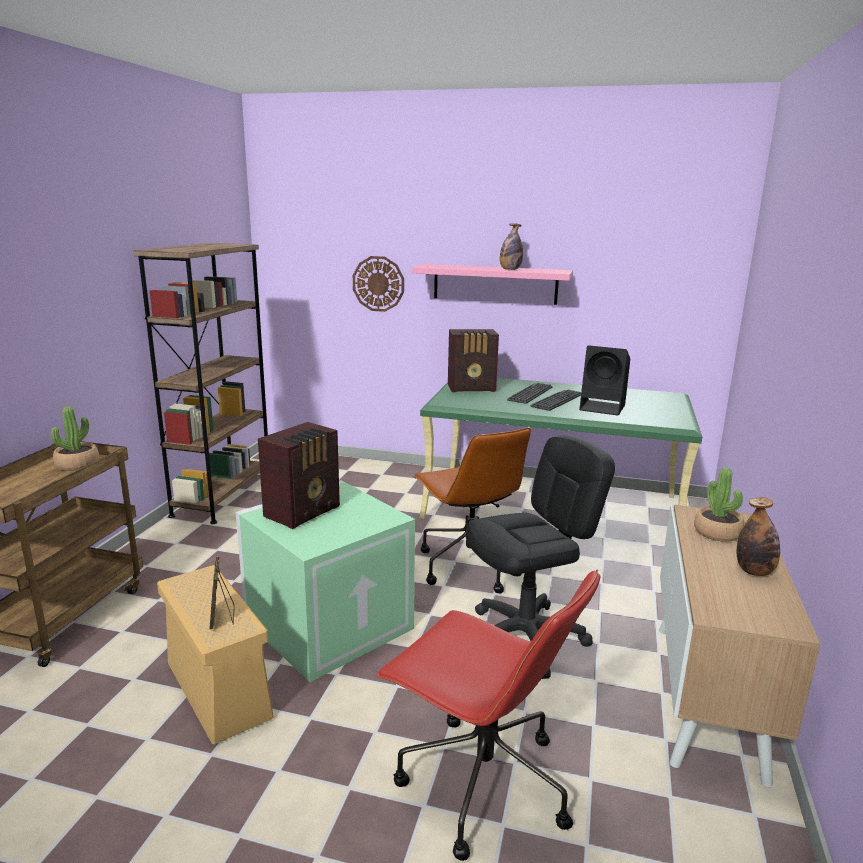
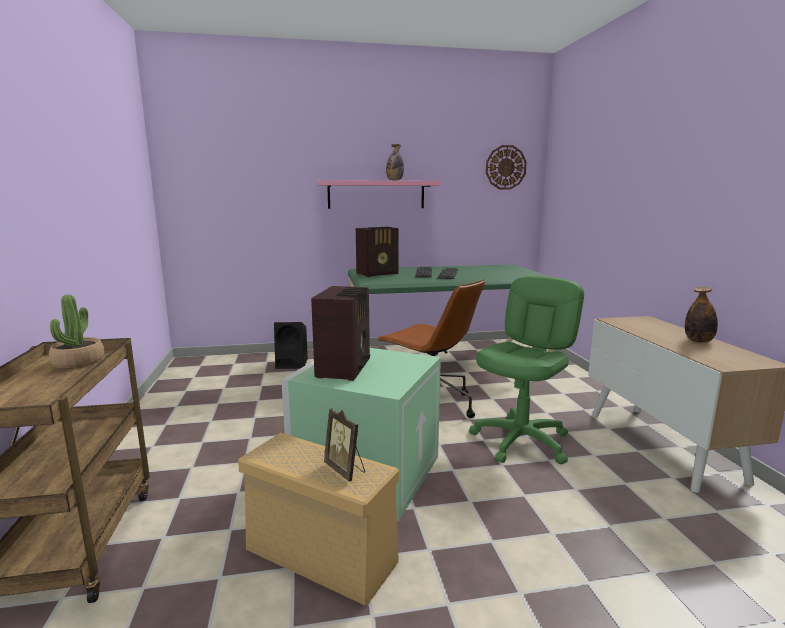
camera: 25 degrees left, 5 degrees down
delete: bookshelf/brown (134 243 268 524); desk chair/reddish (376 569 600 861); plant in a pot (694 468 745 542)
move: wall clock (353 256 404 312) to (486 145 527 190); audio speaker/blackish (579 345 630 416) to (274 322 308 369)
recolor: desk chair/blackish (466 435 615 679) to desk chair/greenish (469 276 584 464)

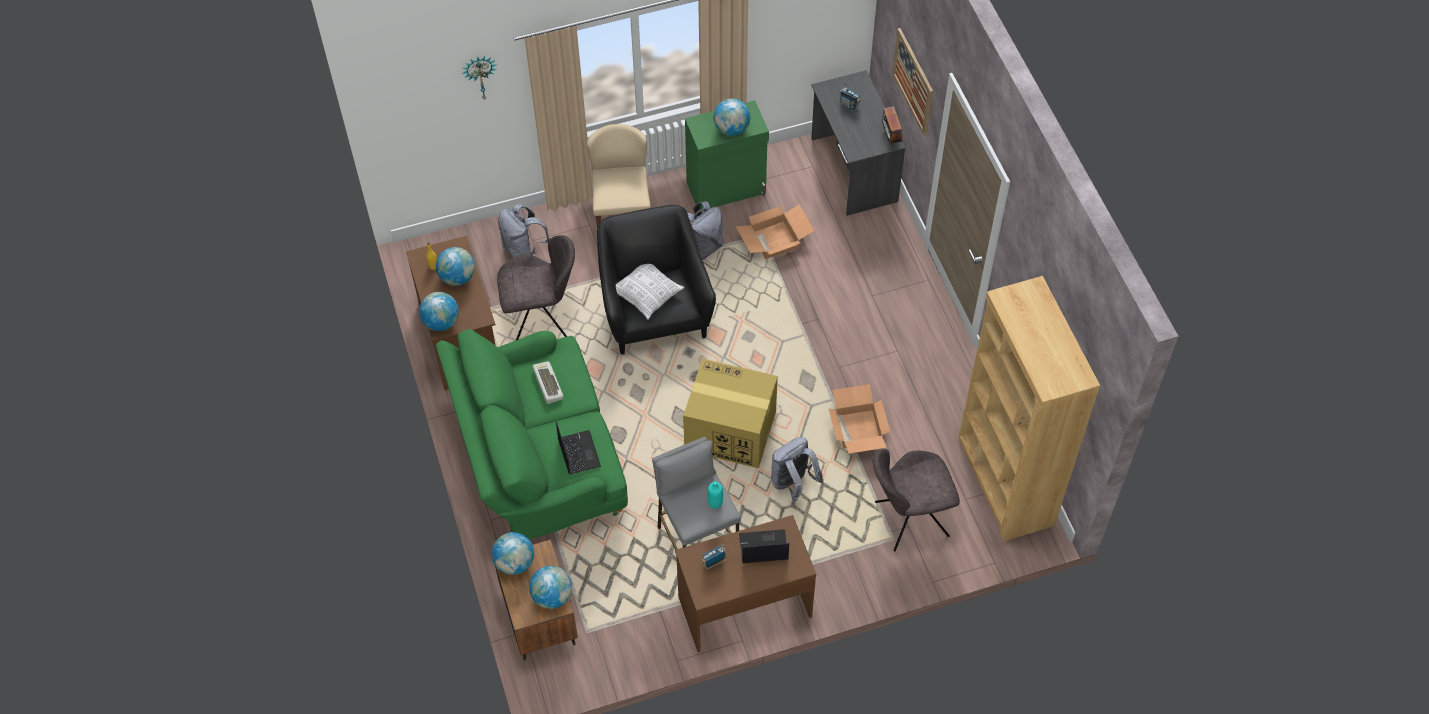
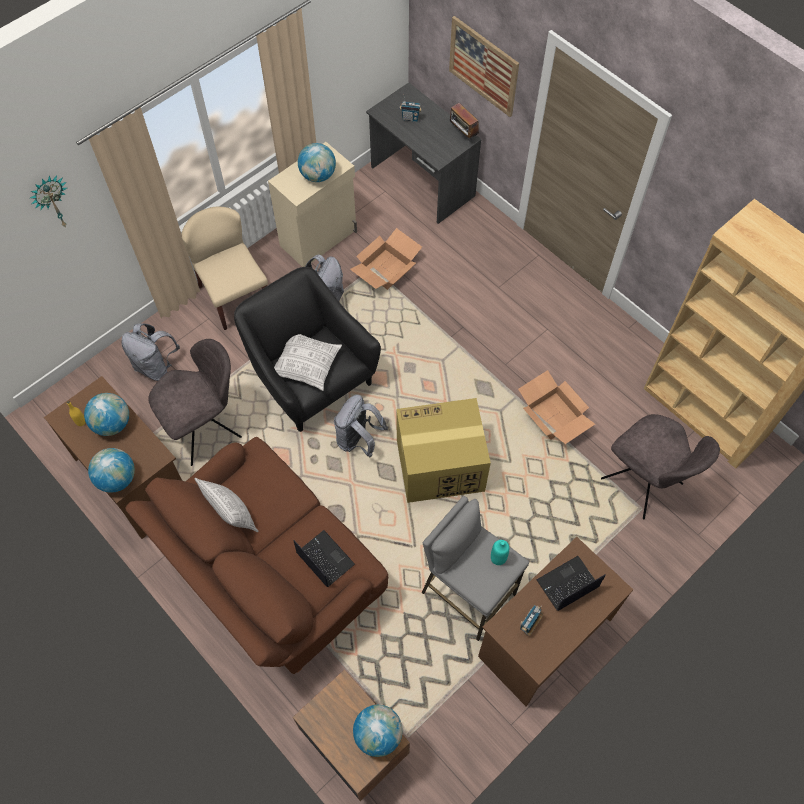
camera: 25 degrees left, 5 degrees up
delete: desk globe (492 532 534 575); PC keyboard (533 361 564 404)
insert: cushion (195 478 258 532)
move: rucksack/grey (771 437 824 501) to (334 395 388 458)
recolor: couch/greenish (436 329 628 539) to couch/brown (125 437 388 674); cabinet/greenish (685 100 769 211) to cabinet/beige (268 142 357 267)
rotate: chair/grey (873 449 960 551) = (601 414 720 519) 90 degrees counterclockwise

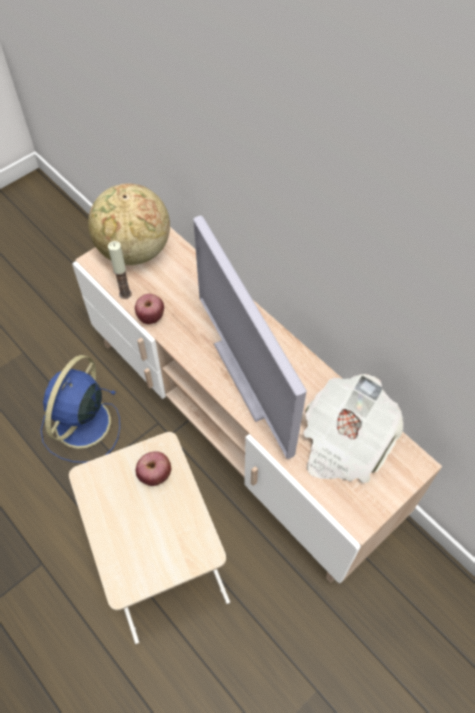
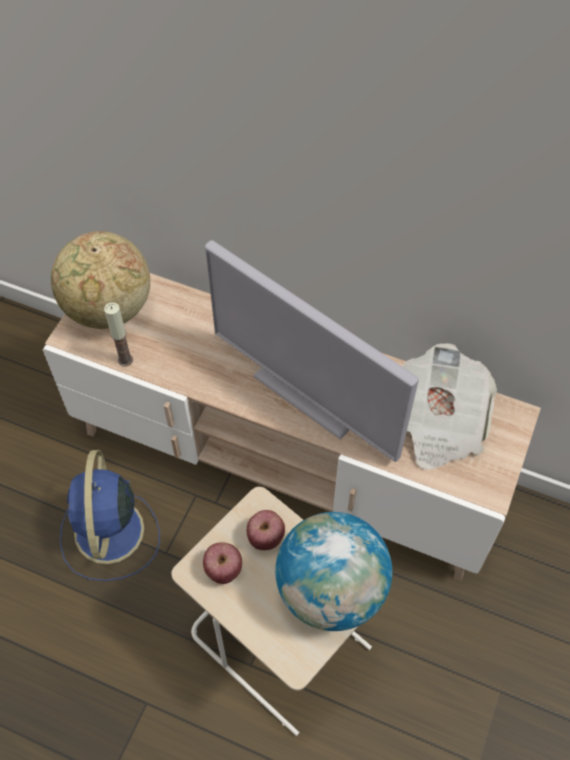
camera: 25 degrees left, 0 degrees up
insert: desk globe (275 512 392 631)
move: apple (135 294 164 324) to (203 542 242 584)

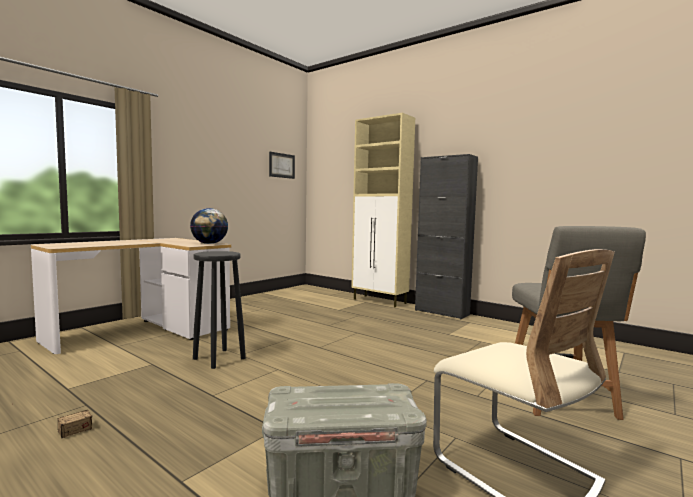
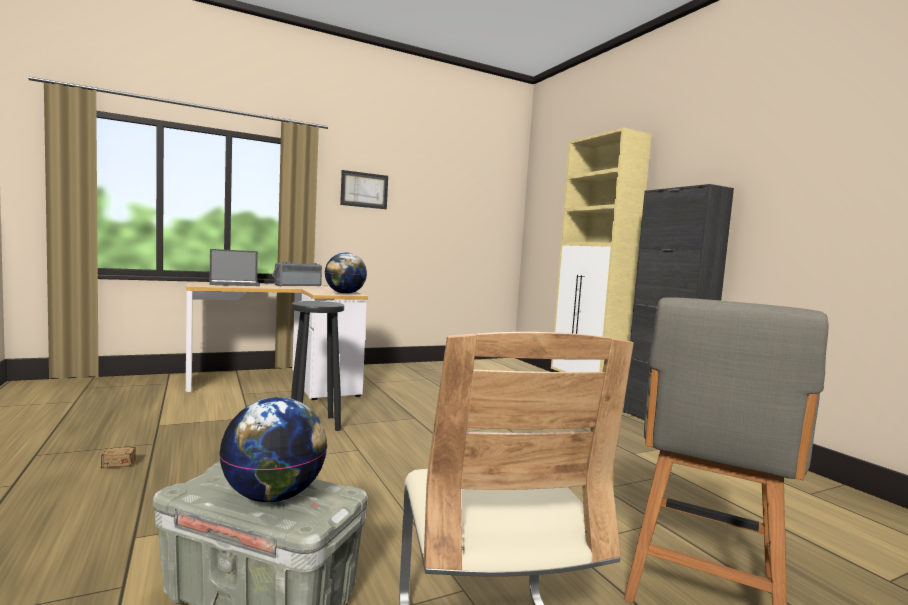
camera: 25 degrees right, 0 degrees up
insert: notebook computer (209 249 260 286); desk globe (219 397 327 502); radio receiver (272 261 322 286)
move: picture (269 152 295 179) to (340 170 388 209)

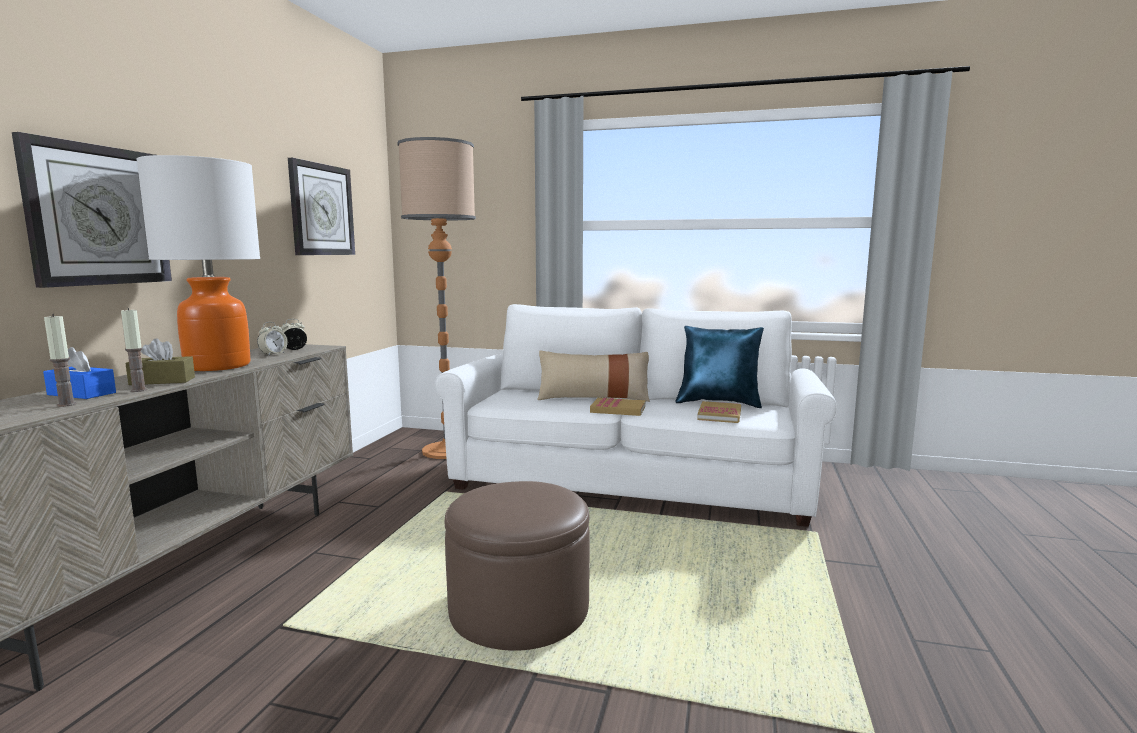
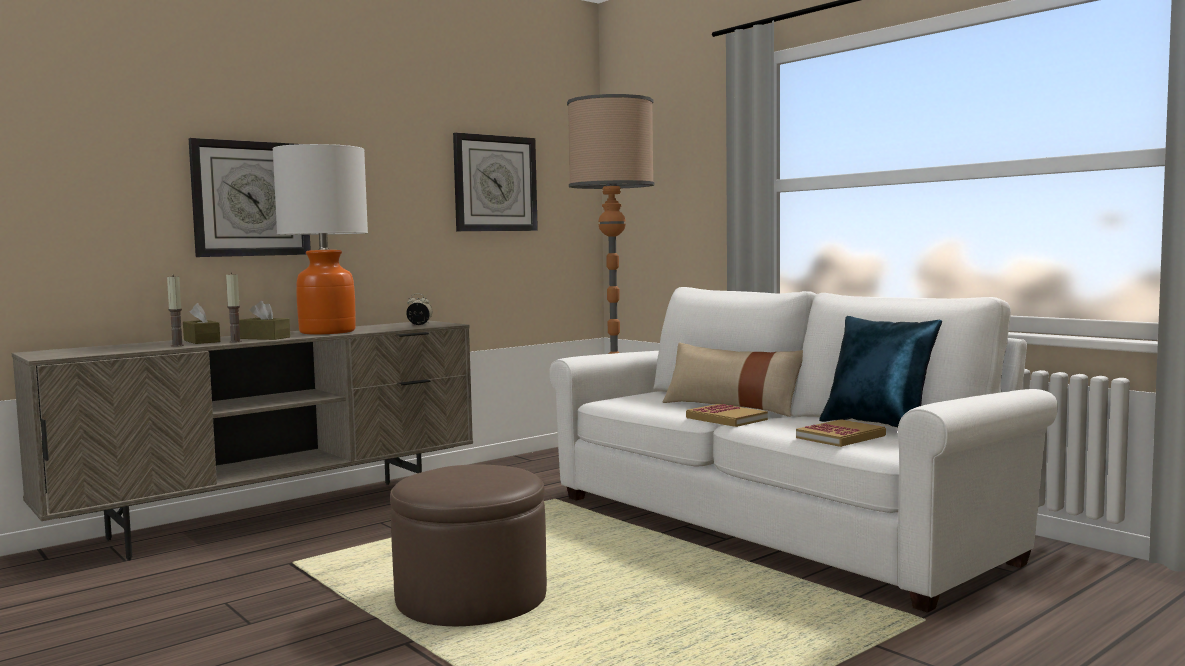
camera: 35 degrees right, 5 degrees down
delete: alarm clock (257 322 288 356)
recolor: box of tissues/blue-coloured (43 347 116 399) to box of tissues/brown (183 303 220 344)

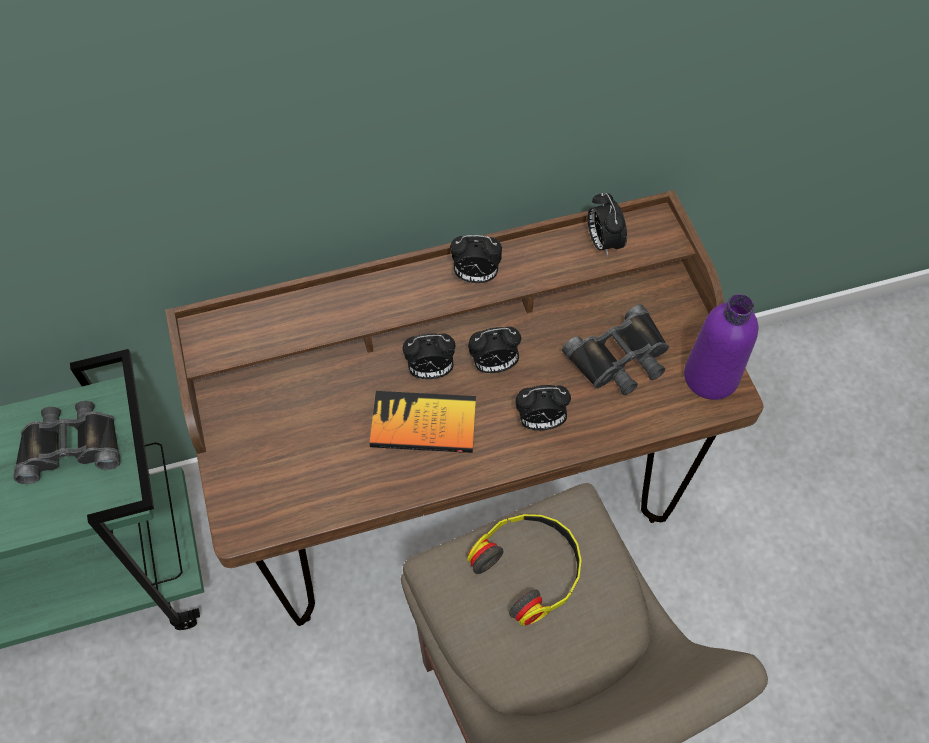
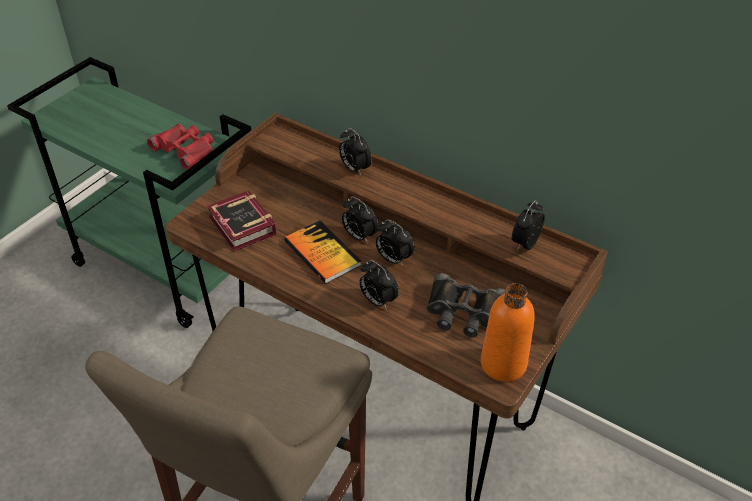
camera: 50 degrees right, 15 degrees down
delete: headset (467 514 581 626)
insert: volume (207 190 277 252)
move: alarm clock (450 235 502 283) to (339 128 372 176)
recolor: binoculars/blackish (14 401 120 484) to binoculars/reddish (147 124 214 170); drink bottle/purple-coloured (684 294 758 400) to drink bottle/orange-coloured (481 283 535 382)

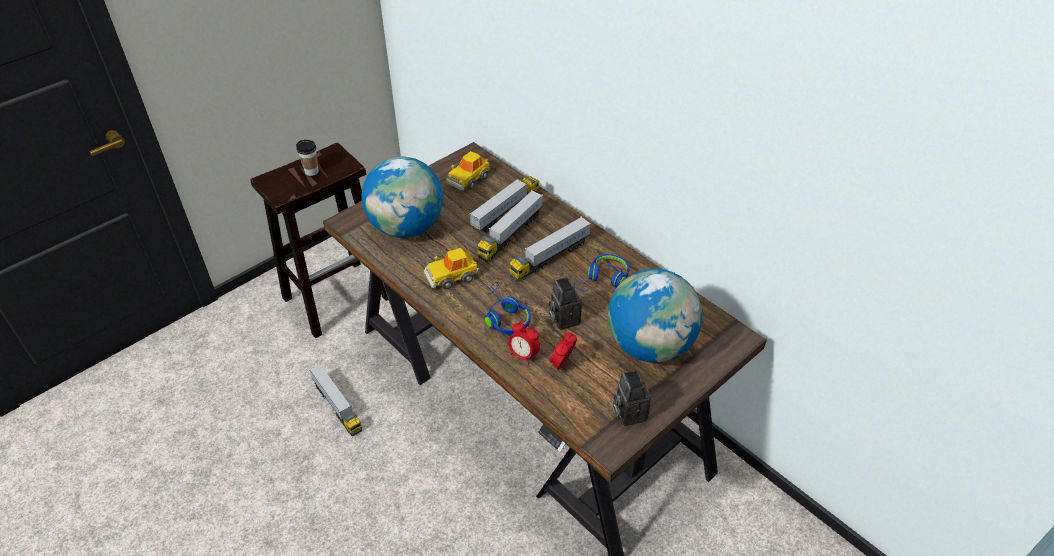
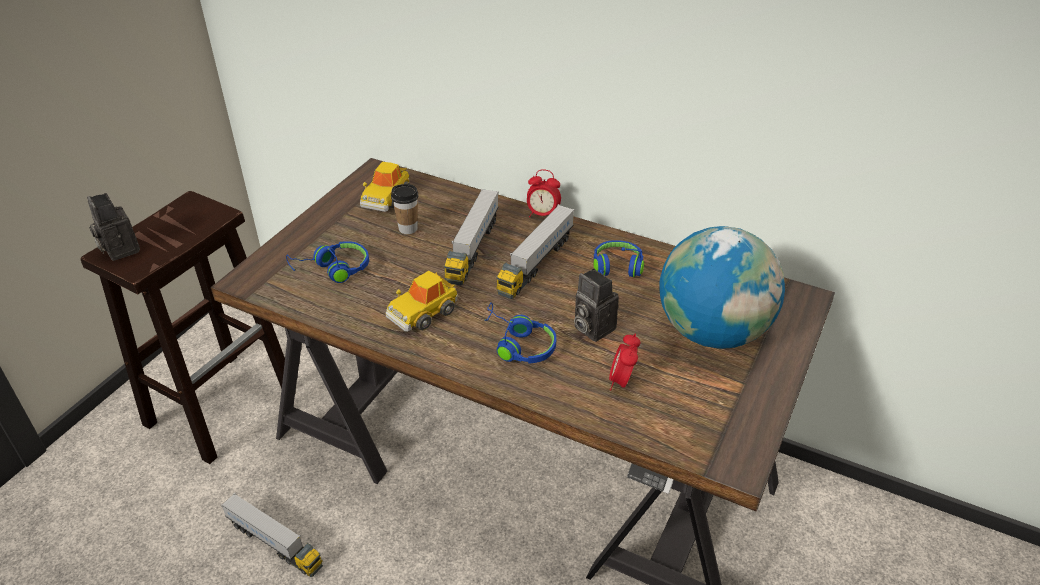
camera: 20 degrees left, 5 degrees down
delete: toy lorry (469 176 539 233)
move: drinking cup (296 140 319 176) to (391 184 418 234); alarm clock (508 320 540 365) to (527 169 561 217); photo camera (613 370 651 426) to (87 193 140 261)
replace: desk globe (361 156 443 238) to headset/blue-coloured (286 241 369 283)

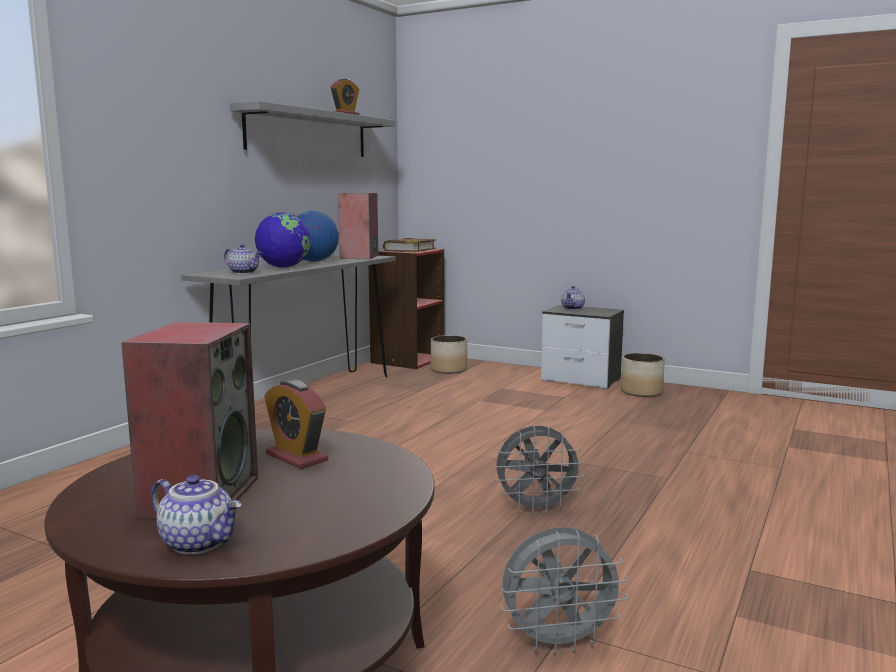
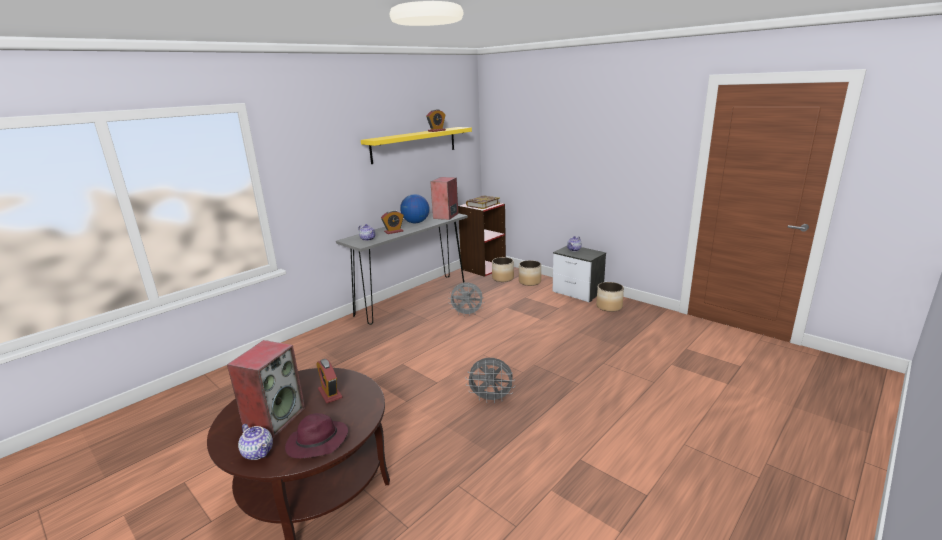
camera: 15 degrees right, 10 degrees up
insert: wearable hat/purple-coloured (285 413 348 459); flower pot (519 260 541 286)
move: electric fan/grey (501 527 628 655) to (448 283 483 316)
replace: desk globe (255 212 311 268) to alarm clock (381 210 404 234)
recolor: shelf/grey (229 101 395 157) to shelf/yellowish (361 127 472 164)

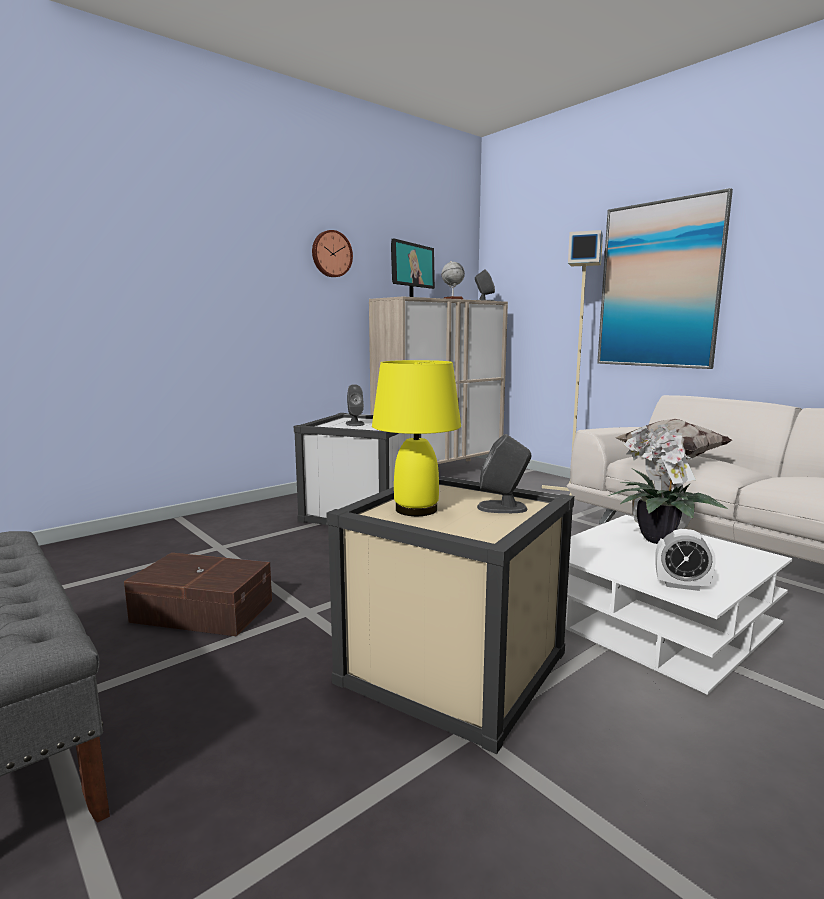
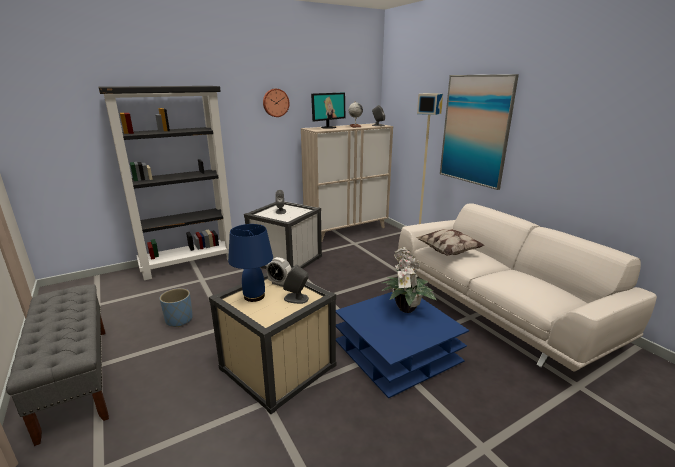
camera: 10 degrees right, 10 degrees up
insert: bookshelf/blackish (99 86 232 281)
move: alarm clock (655 529 716 591) to (267 257 292 287)
replace: storage container/brown (124 553 272 637) to flower pot/blue-coloured (160 288 193 327)
recolor: lamp for a table/yellowish (372 360 461 516) to lamp for a table/blue-coloured (228 224 273 302); coffee table/white-coloured (565 515 793 695) to coffee table/blue-coloured (336 292 469 398)

